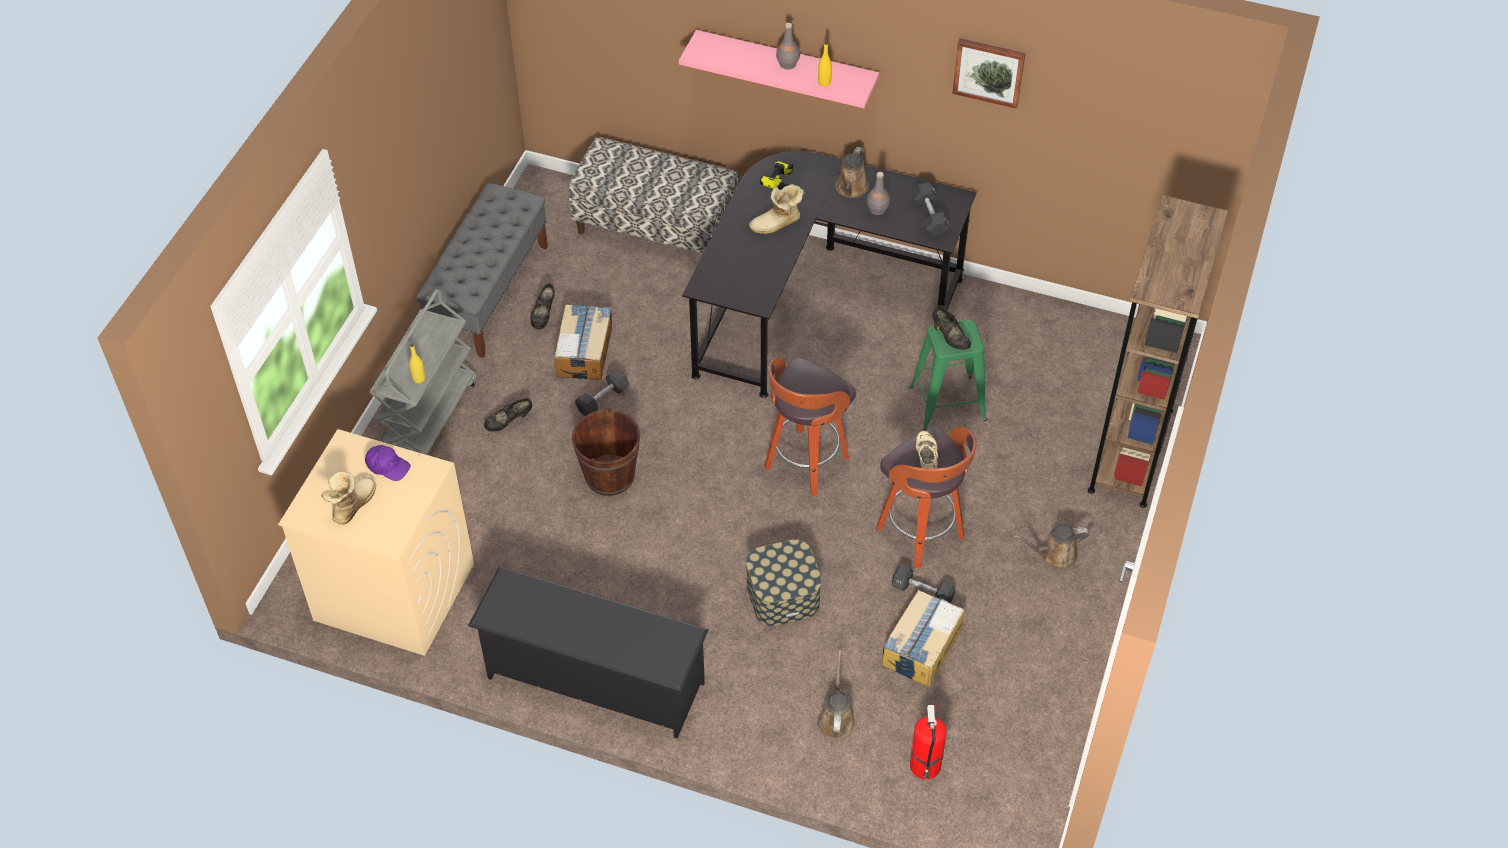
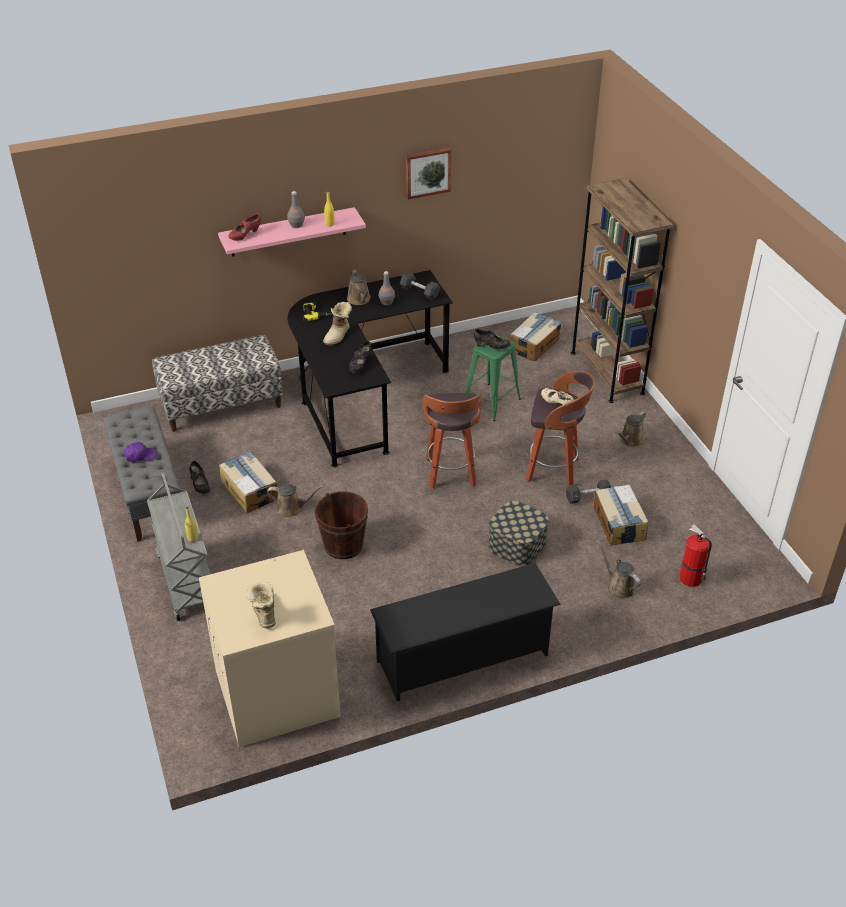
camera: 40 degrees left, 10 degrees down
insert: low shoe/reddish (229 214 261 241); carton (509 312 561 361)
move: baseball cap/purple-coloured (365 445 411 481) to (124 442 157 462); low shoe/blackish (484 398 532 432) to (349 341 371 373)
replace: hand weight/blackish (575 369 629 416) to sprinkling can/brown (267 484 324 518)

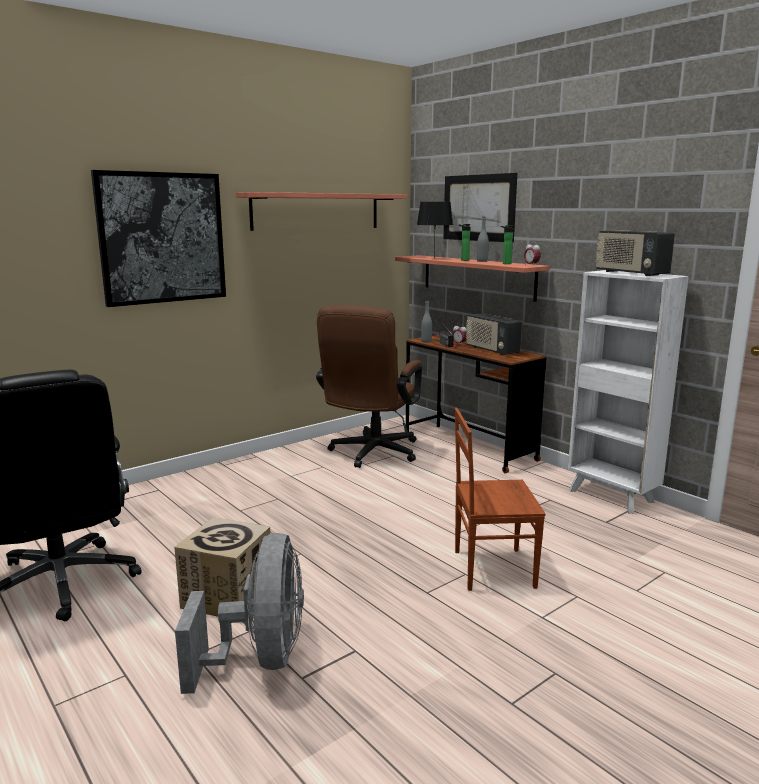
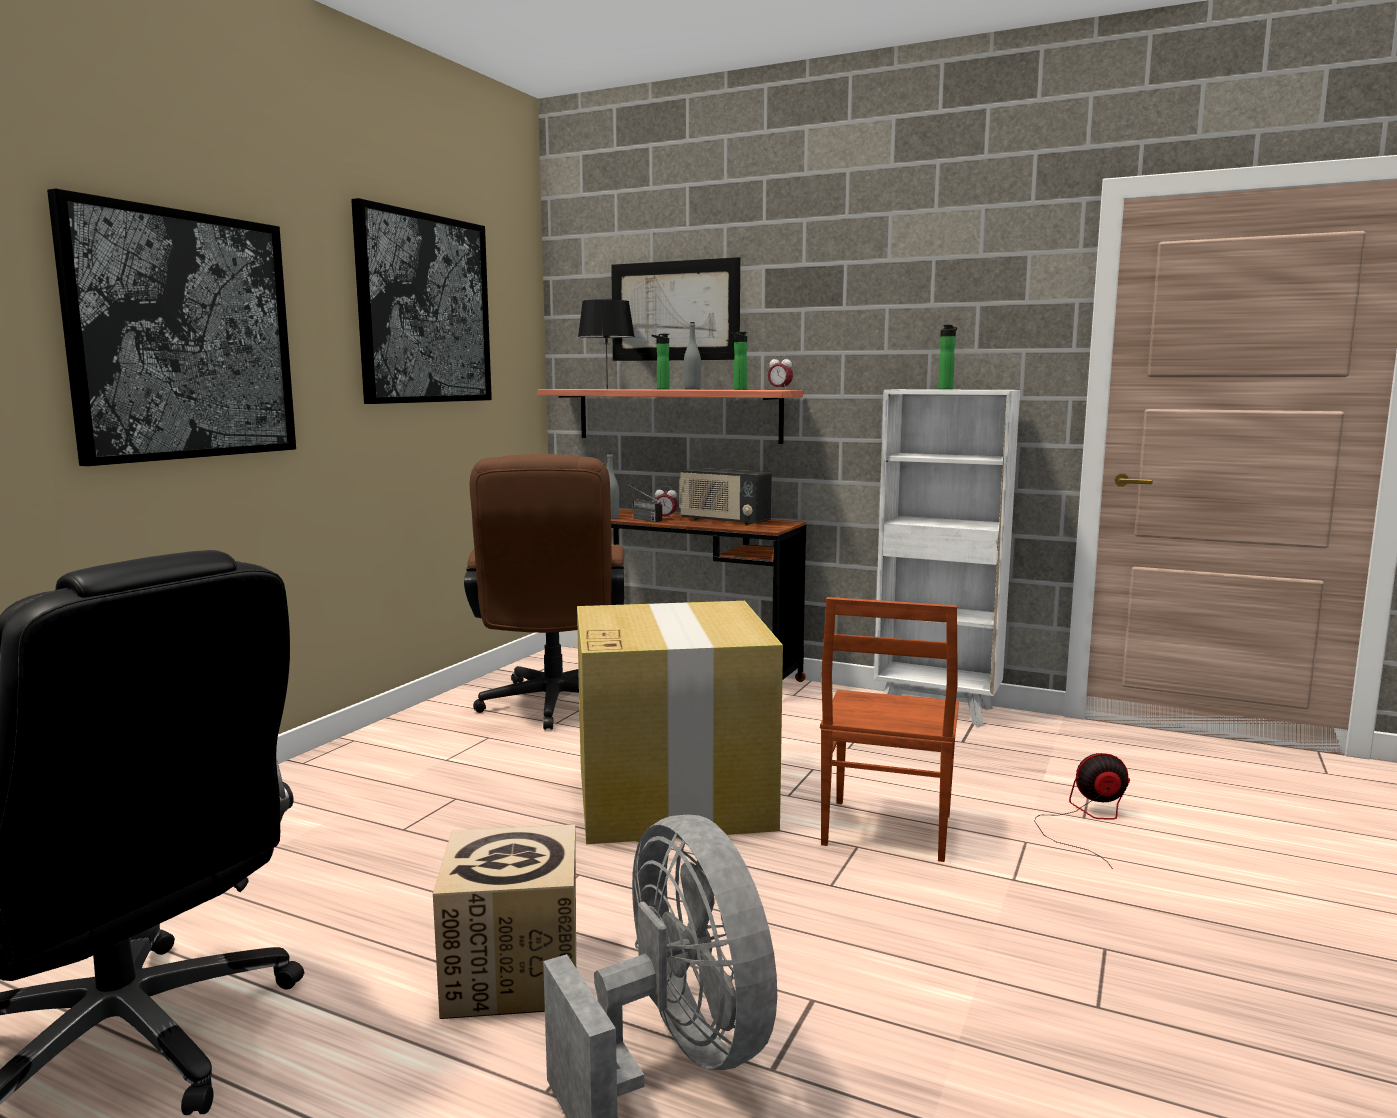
camera: 25 degrees left, 5 degrees down
insert: carton (577 601 783 844); electric fan (1035 753 1130 869)
replace: shelf (236 192 407 231) to picture (351 198 492 404); radio receiver (596 230 675 276) to drink bottle (938 325 958 389)
rotate: chair/brown (455 408 546 591) = (820 597 959 862) 45 degrees counterclockwise

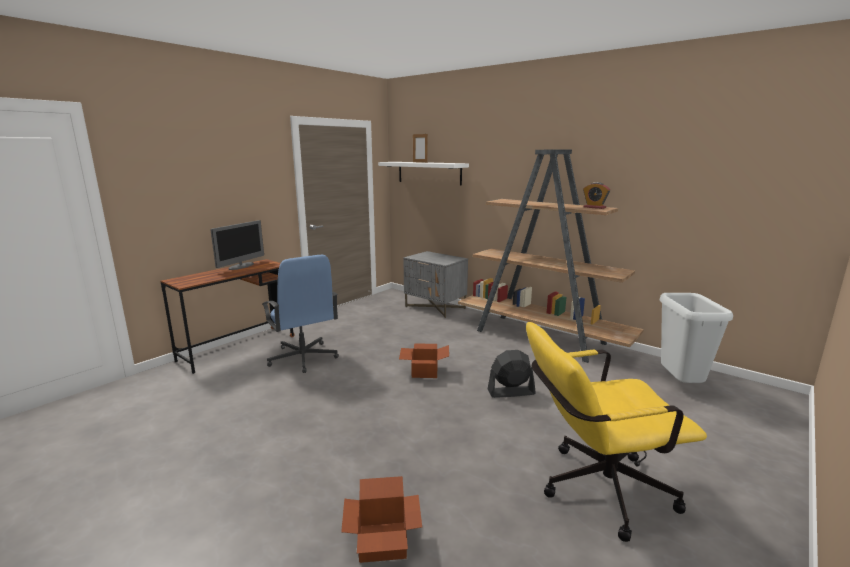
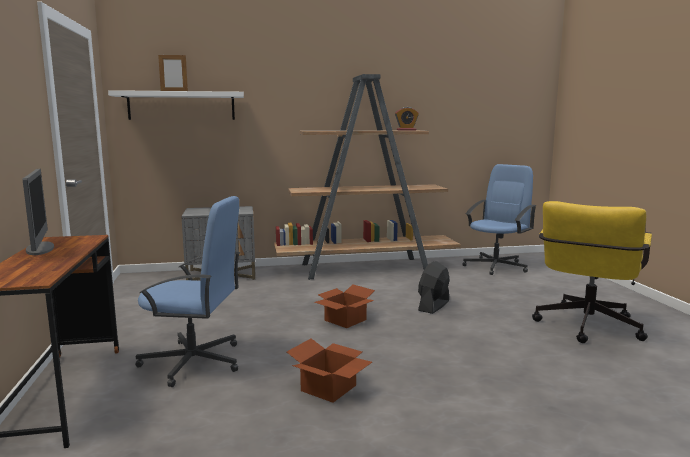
camera: 50 degrees left, 5 degrees down
move: carton (341 476 422 563) to (287 339 372 403)
replace: waste bin/grey (660 293 733 383) to desk chair/blue-coloured (463 164 537 275)

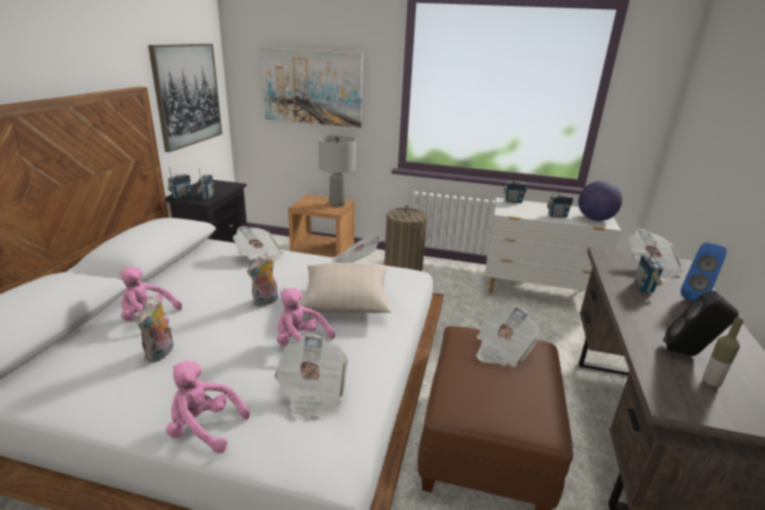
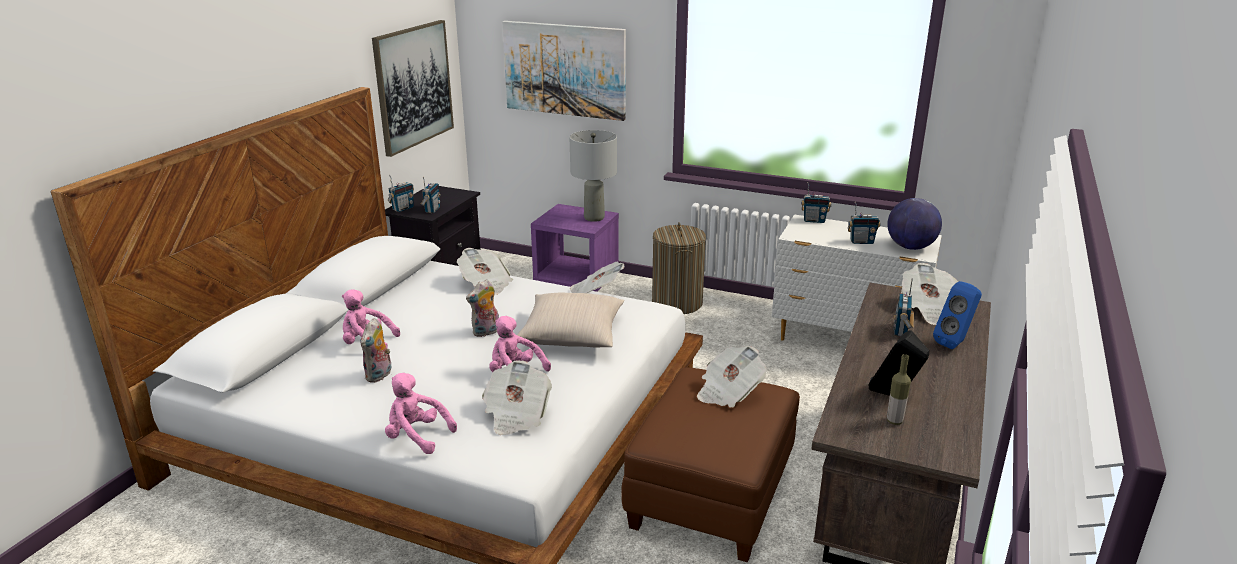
camera: 10 degrees right, 0 degrees up
recolor: night table/brown (288 194 355 258) to night table/purple-coloured (531 204 619 292)

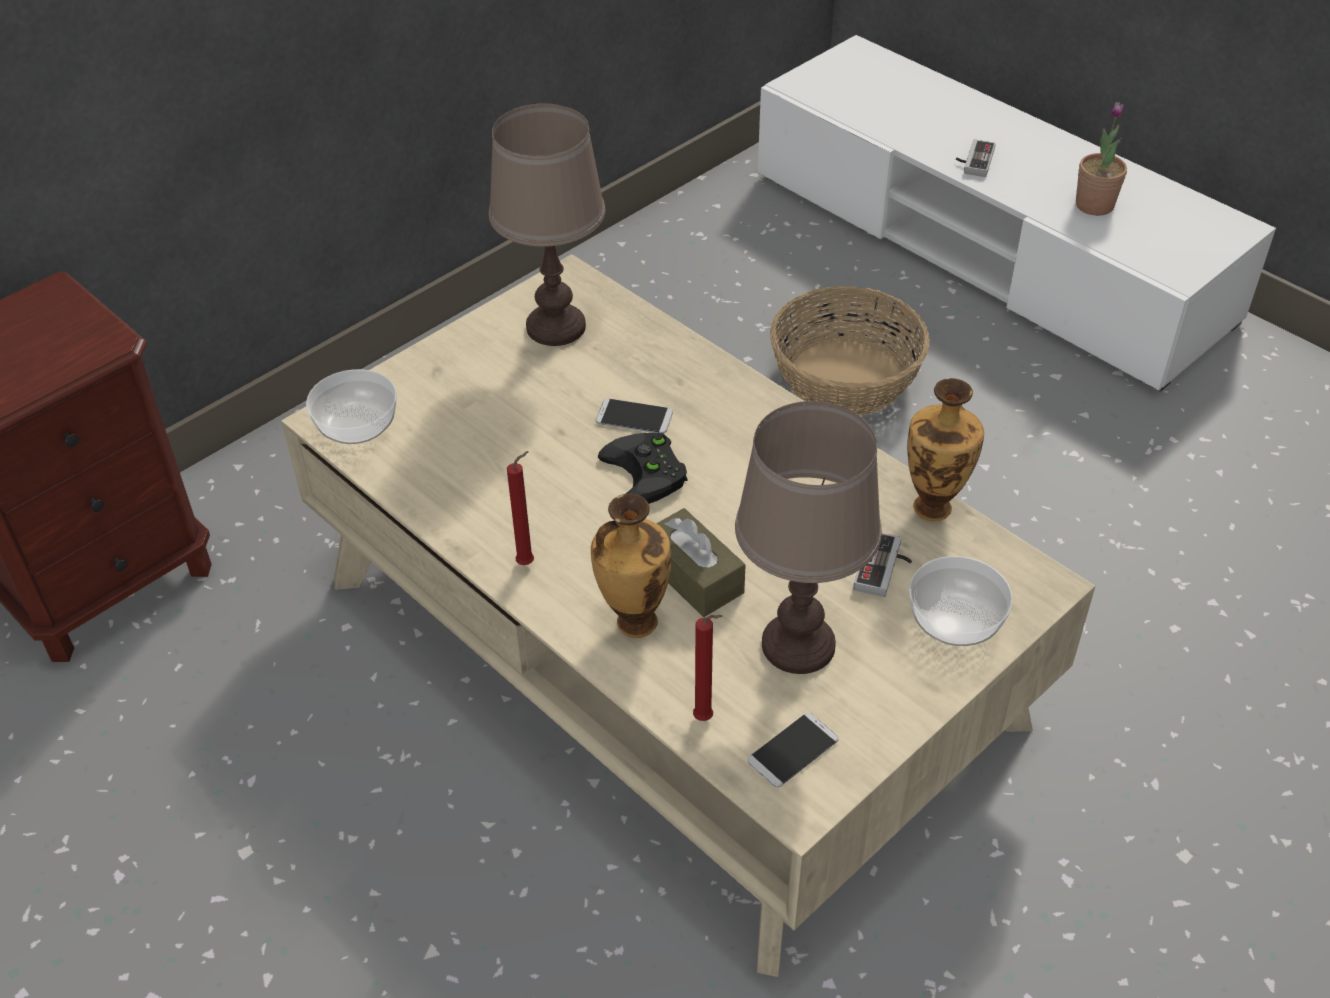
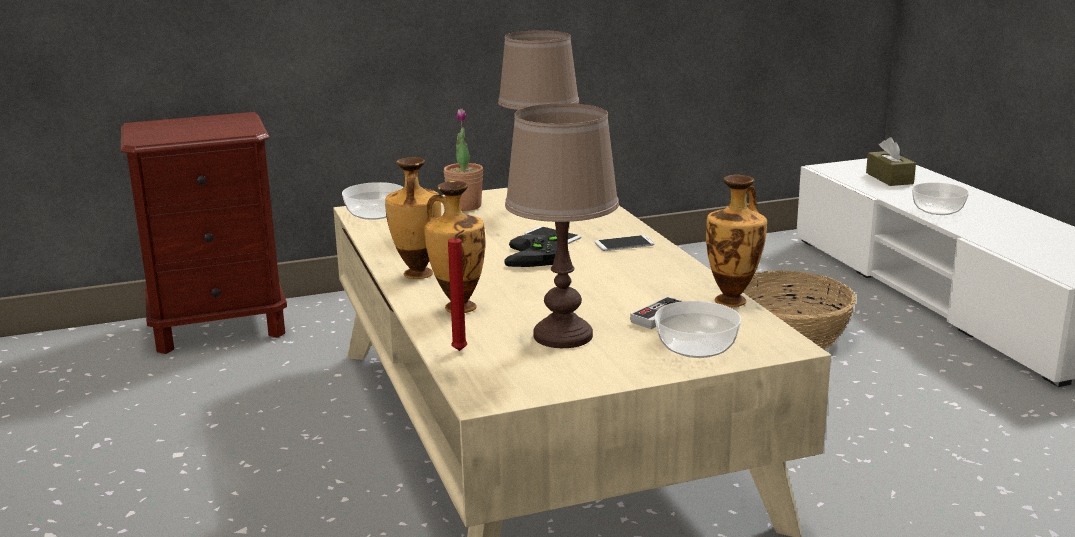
camera: 25 degrees right, 25 degrees down
move: box of tissues/brown (656 508 746 617) to (866 137 916 186); handset (748 713 838 787) to (595 235 654 251); plant in a pot (1076 102 1127 216) to (443 109 484 211)
replace: wax candle/reddish (507 451 534 565) to decorative vase (385 157 441 279); joypad (956 140 996 177) to serving bowl (912 183 969 215)

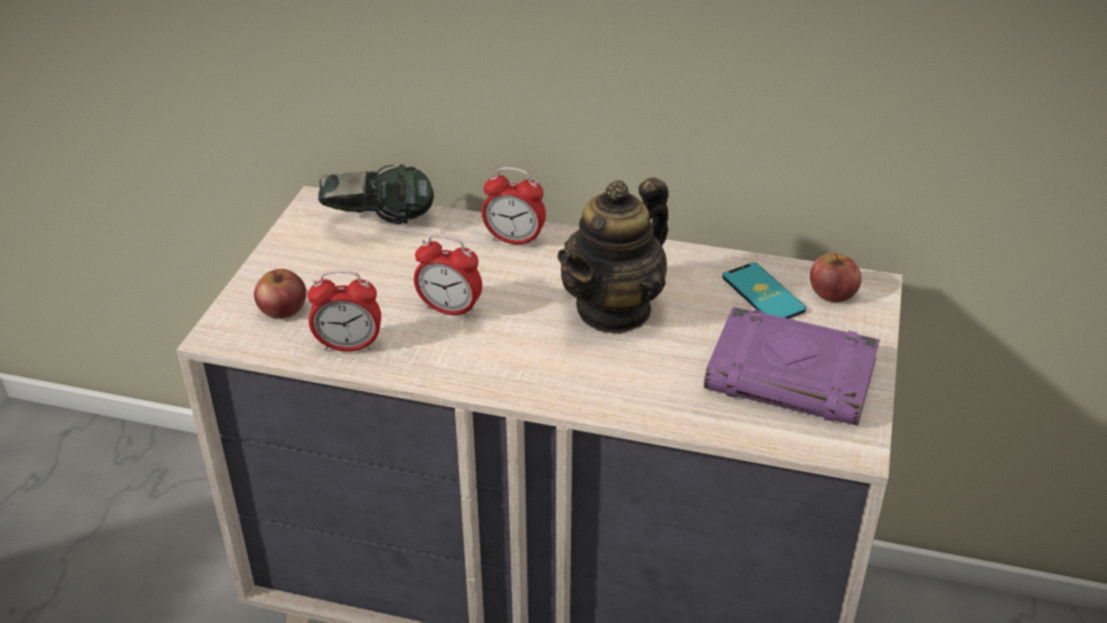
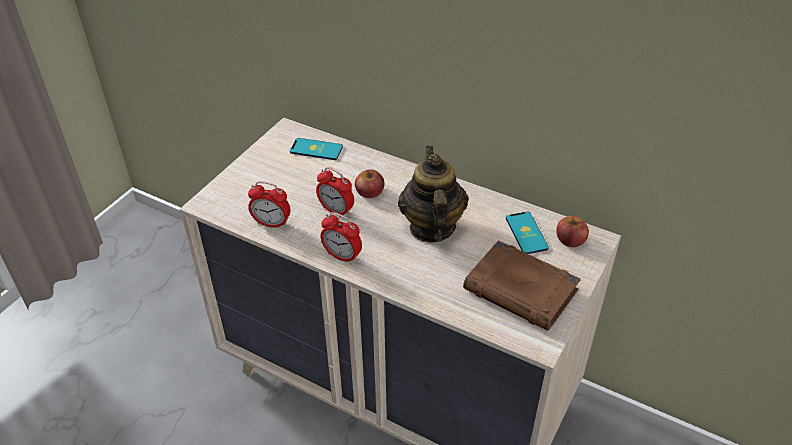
camera: 15 degrees right, 5 degrees up
move: apple (254 269 306 319) to (355 169 385 198); alarm clock (482 167 546 247) to (320 212 362 264)
replace: headset (318 164 434 224) to handset (290 138 343 160)
recolor: volume/purple-coloured (704 307 880 426) to volume/brown (463 240 581 331)
rotate: tea pot (557 177 669 334) = (398 146 469 243) 120 degrees clockwise

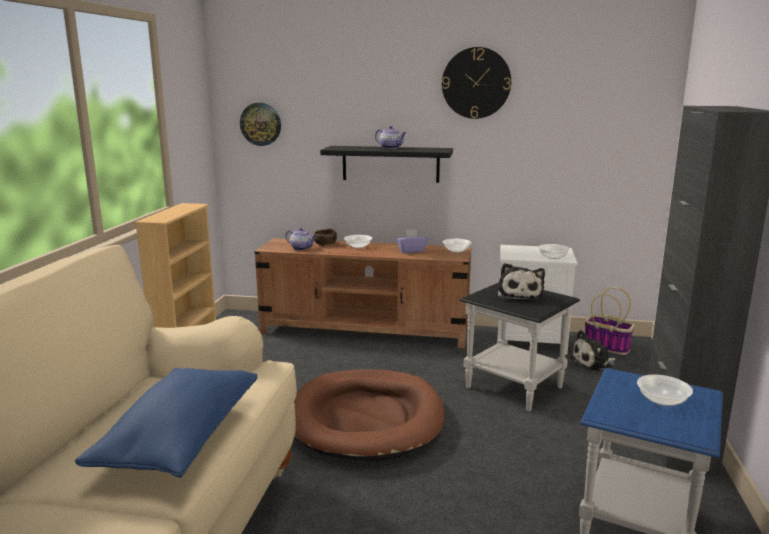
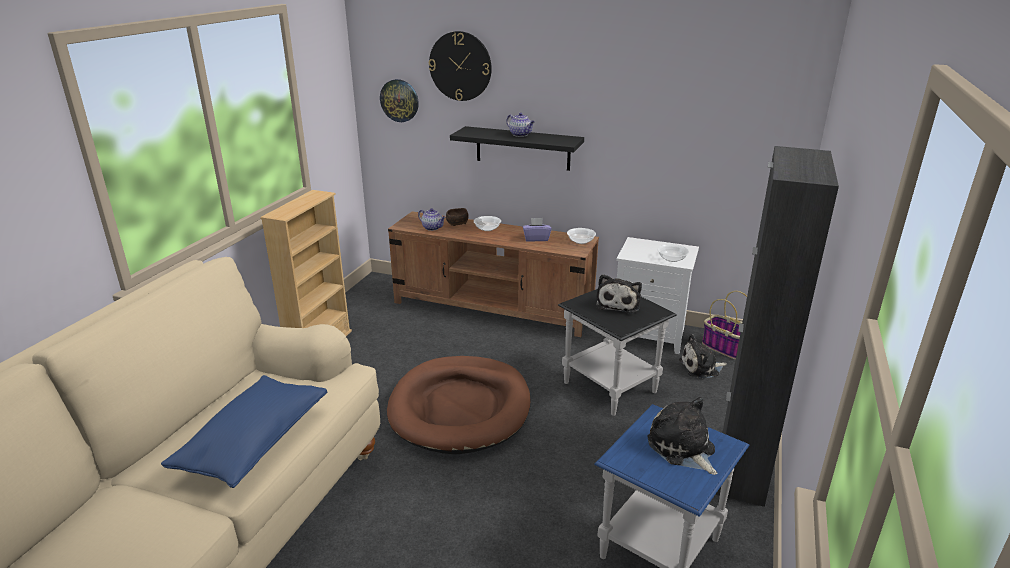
camera: 10 degrees right, 10 degrees up
move: wall clock (442 47 511 119) to (429 31 492 101)
replace: serving bowl (637 374 693 406) to plush toy (648 397 718 475)

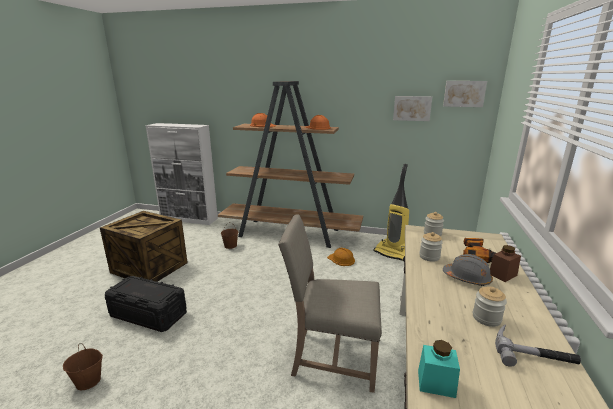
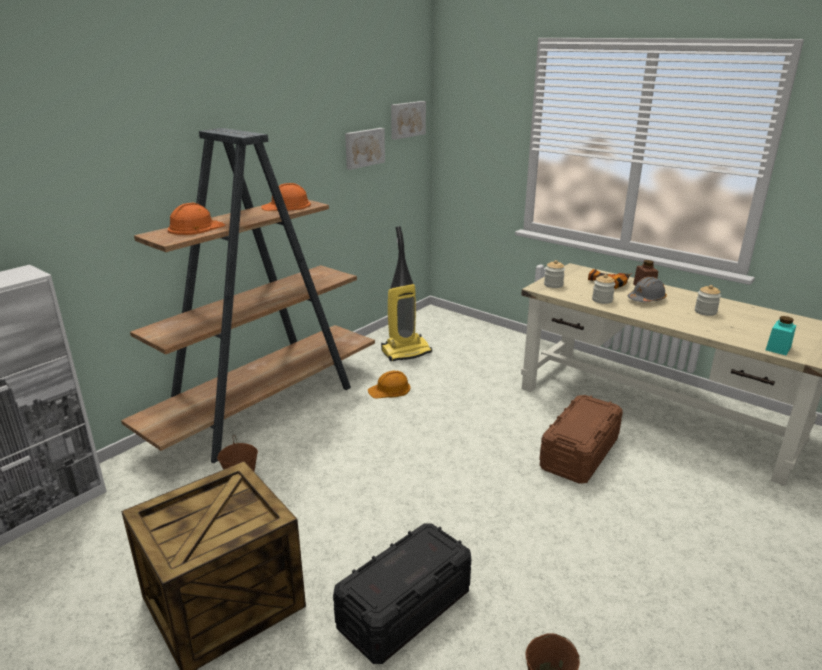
camera: 65 degrees left, 5 degrees up
delete: tool hammer (495 324 581 367)
replace: chair/beige (278 214 382 393) to storage container/brown (539 395 623 484)

